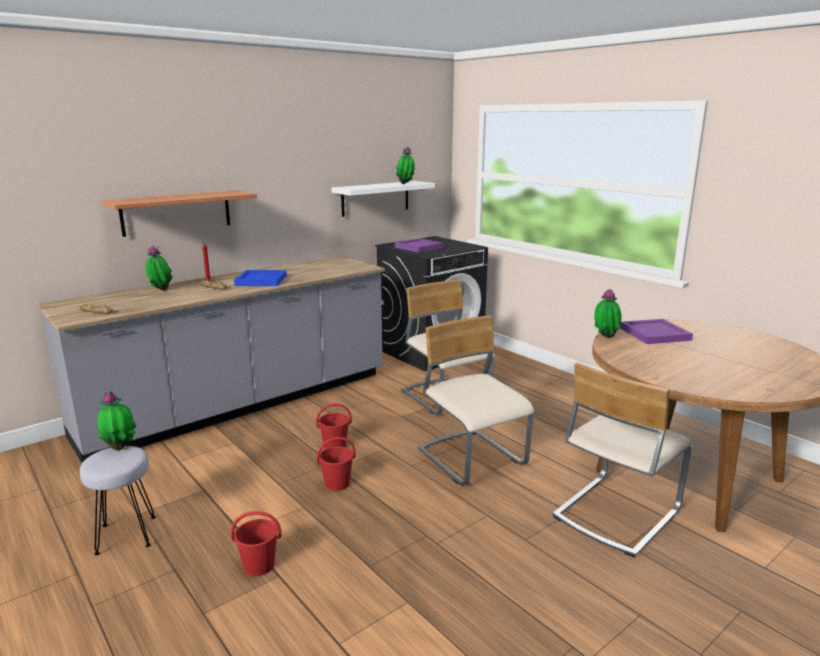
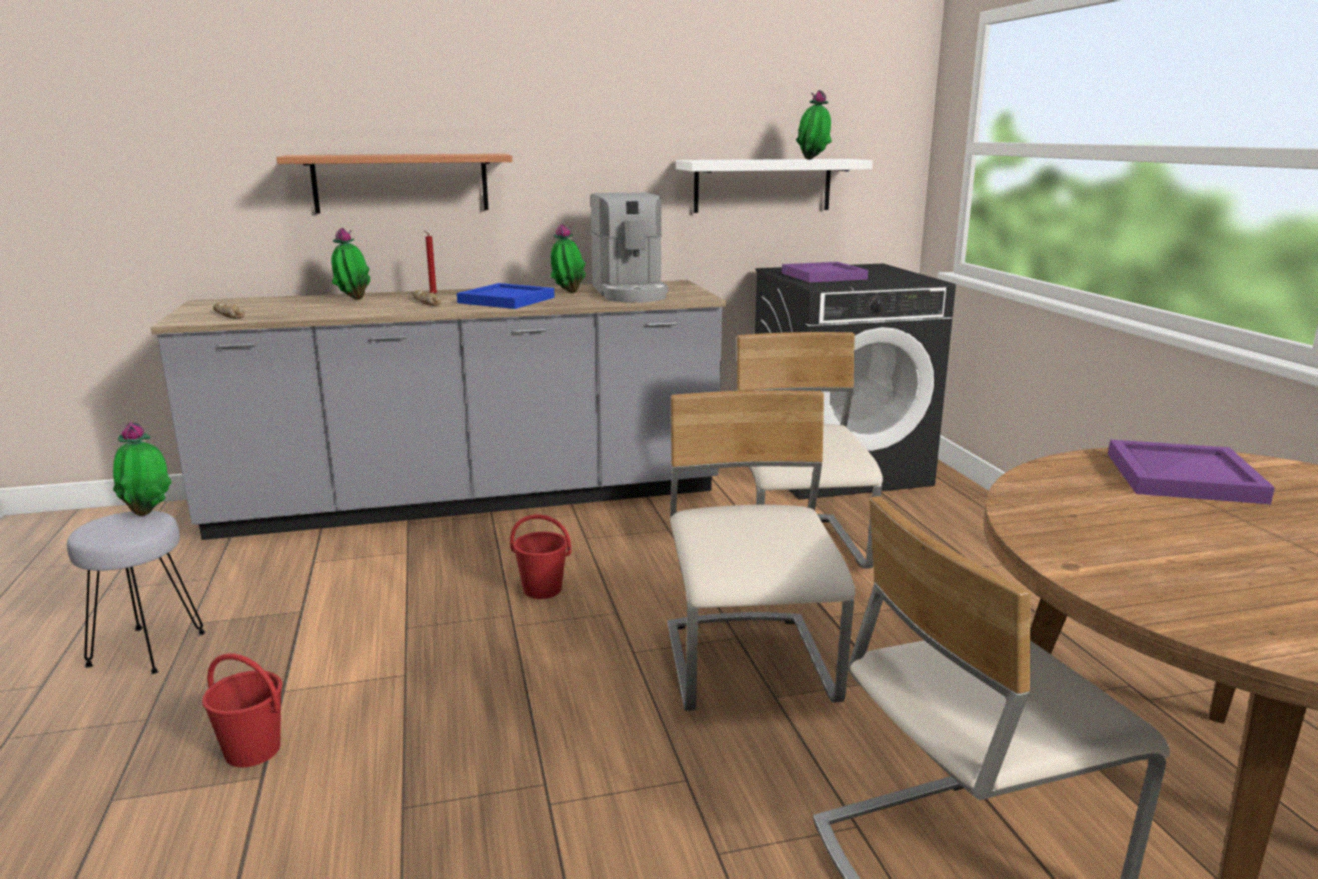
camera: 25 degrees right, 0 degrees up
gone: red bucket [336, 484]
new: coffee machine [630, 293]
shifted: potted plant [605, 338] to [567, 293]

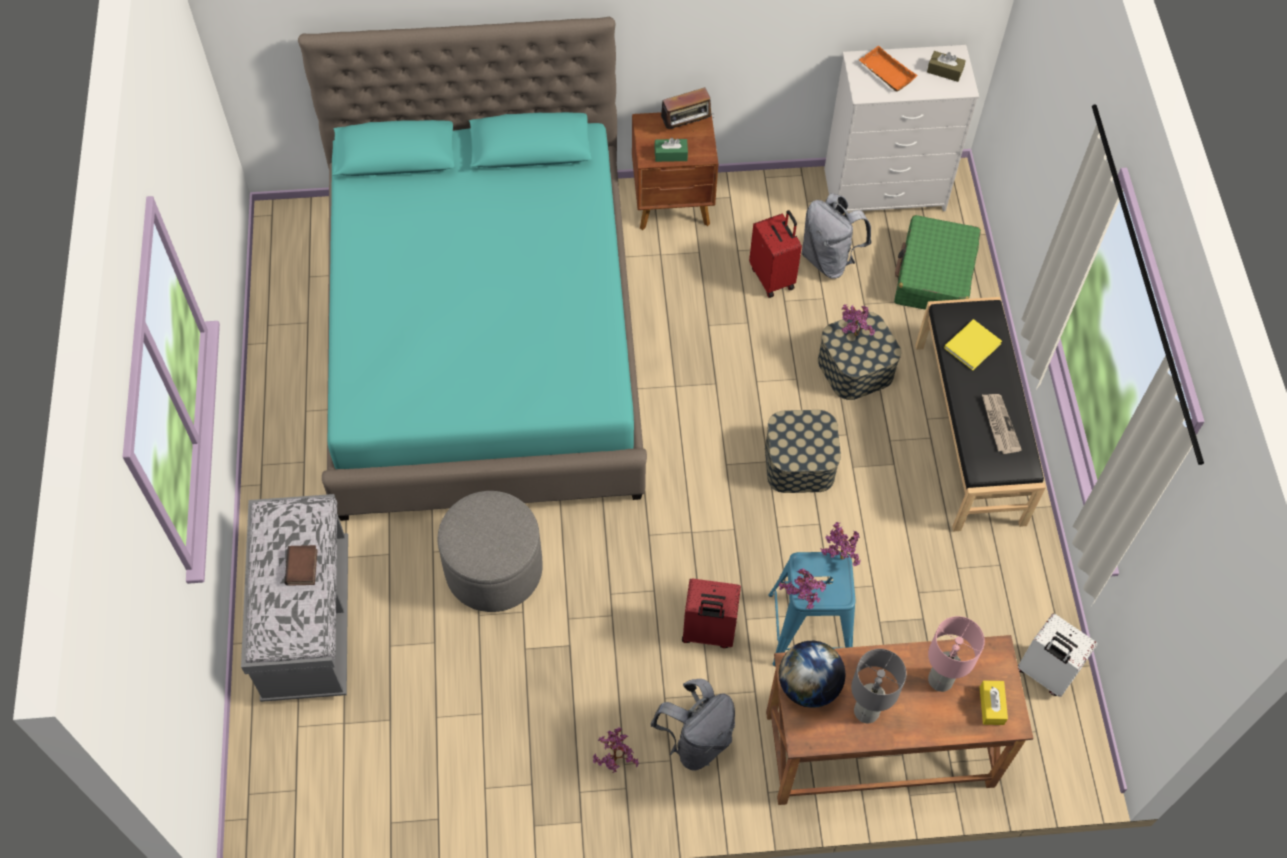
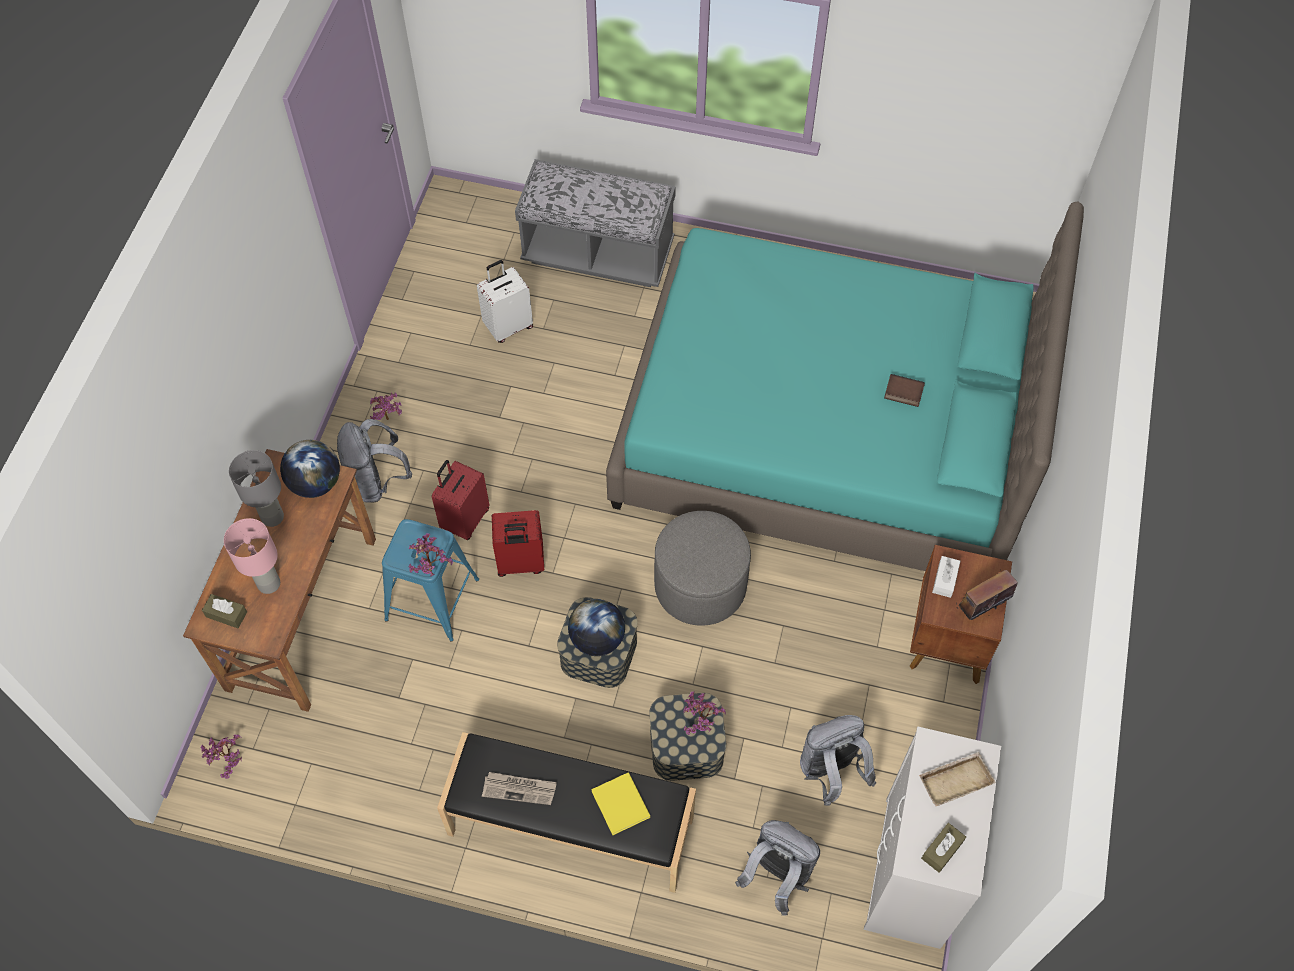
camera: 110 degrees right, 0 degrees up
new: globe [597, 639]
shifted: book [303, 568] to [903, 393]; grey ottoman [494, 569] to [700, 585]; red suitcase [773, 277] to [520, 563]; potted plant [802, 601] to [229, 764]; white suitcase [1044, 673] to [508, 326]
swapped: green suitcase [934, 275] to grey backpack [776, 876]
repainted: green tissue box [671, 154] to white tissue box [944, 580]; orange tray [885, 73] to beige tray [955, 779]; yellow tissue box [991, 705] to brown tissue box [226, 614]
rotated: radio [686, 126] = [981, 607] 60 degrees clockwise

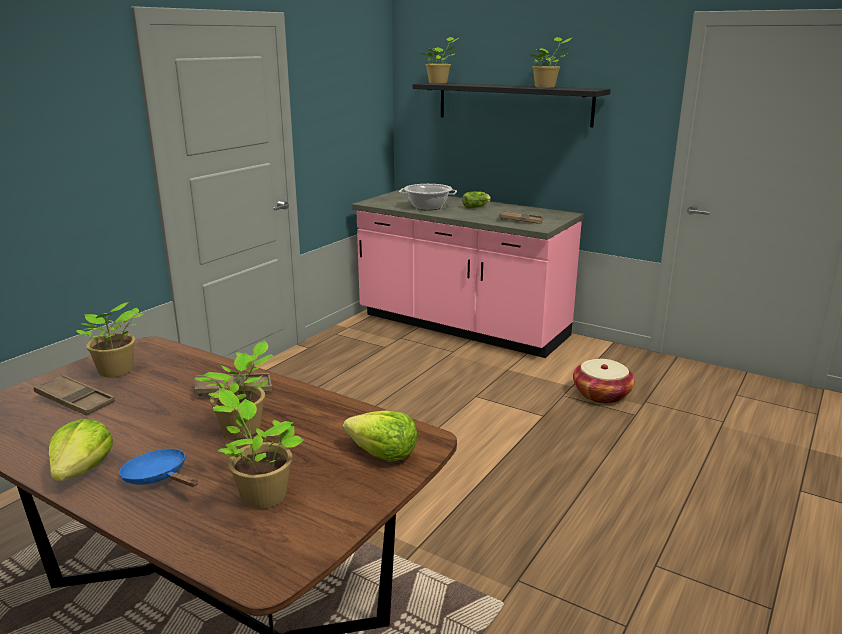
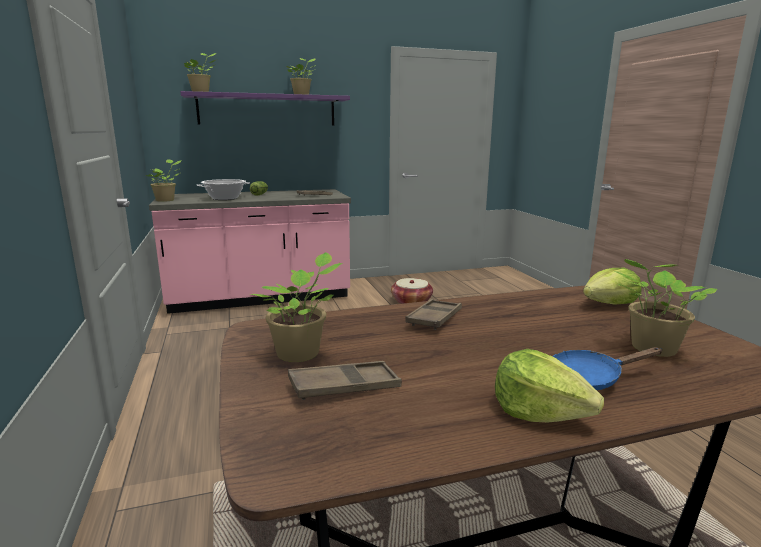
camera: 50 degrees left, 5 degrees down
shifted: potted plant [244, 430] to [166, 200]
repainted: black shelf [513, 103] to purple shelf [267, 110]

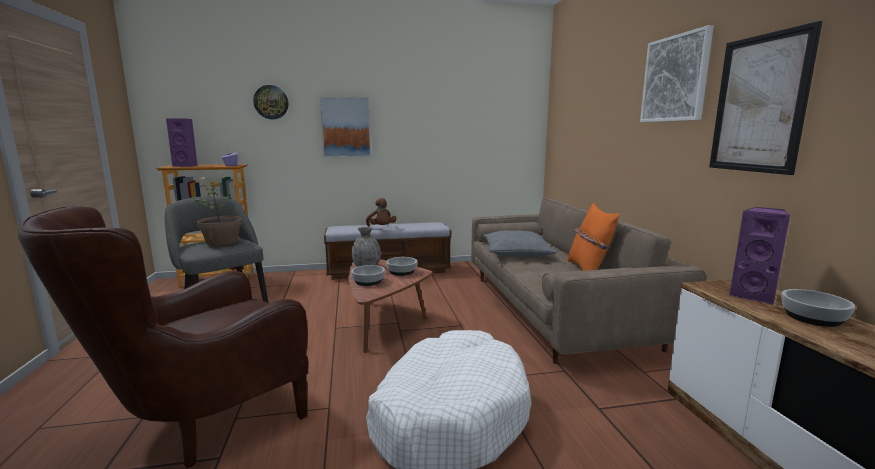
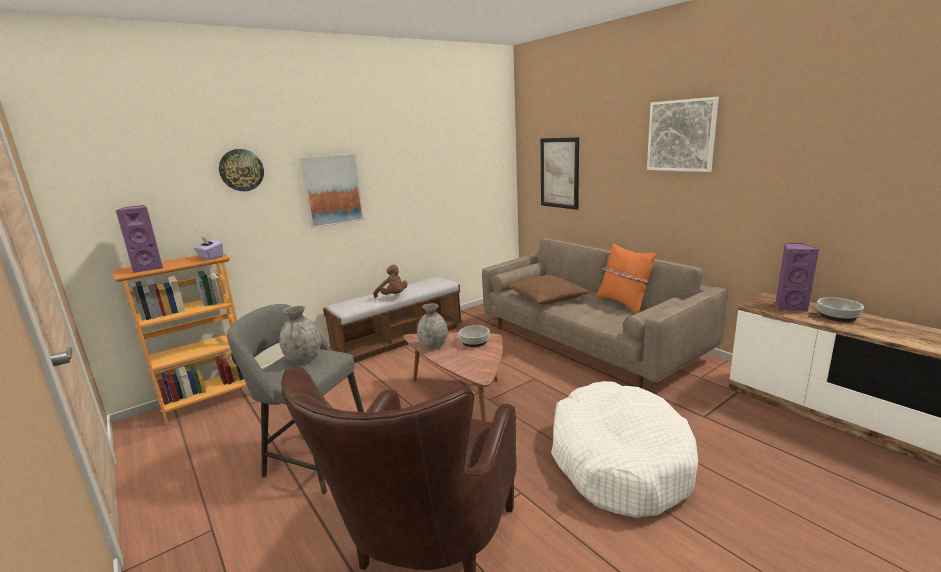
camera: 25 degrees left, 5 degrees up
gone: bowl [368, 281]
shifted: picture [759, 104] to [559, 173]
swapped: potted plant [222, 242] to grey vase [304, 359]
repainted: grey pillow [517, 253] to brown pillow [547, 297]

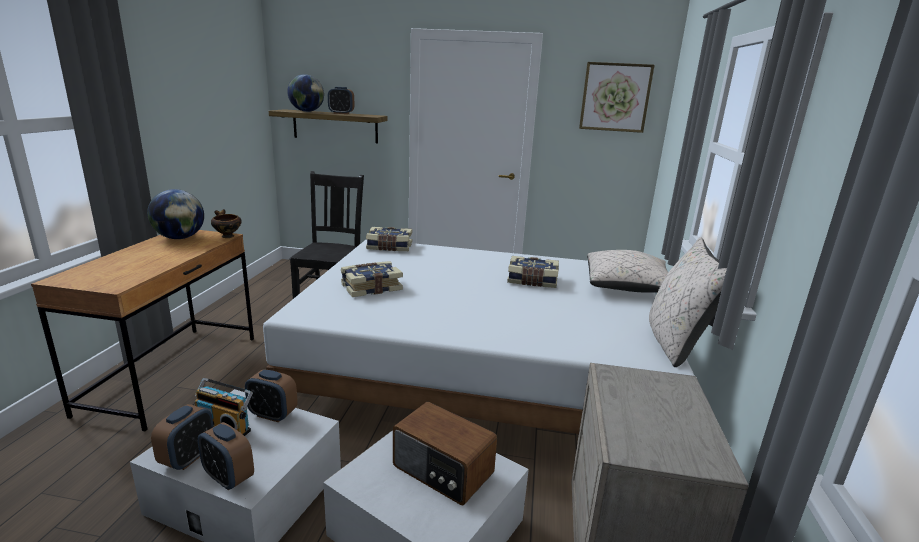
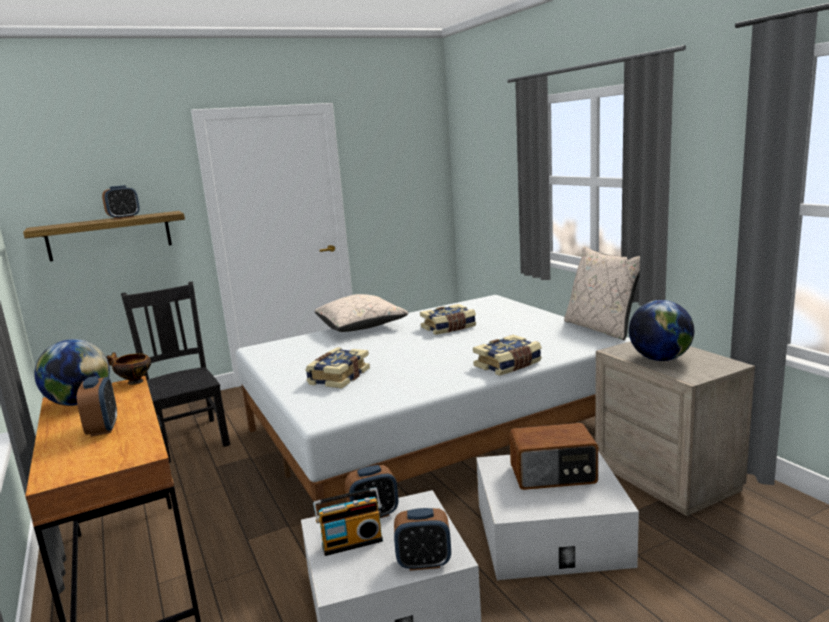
camera: 35 degrees left, 5 degrees down
gone: picture [615, 97]
shifted: alarm clock [188, 458] to [103, 428]; globe [307, 111] to [659, 359]; book [389, 247] to [508, 365]; beige pillow [627, 287] to [361, 327]

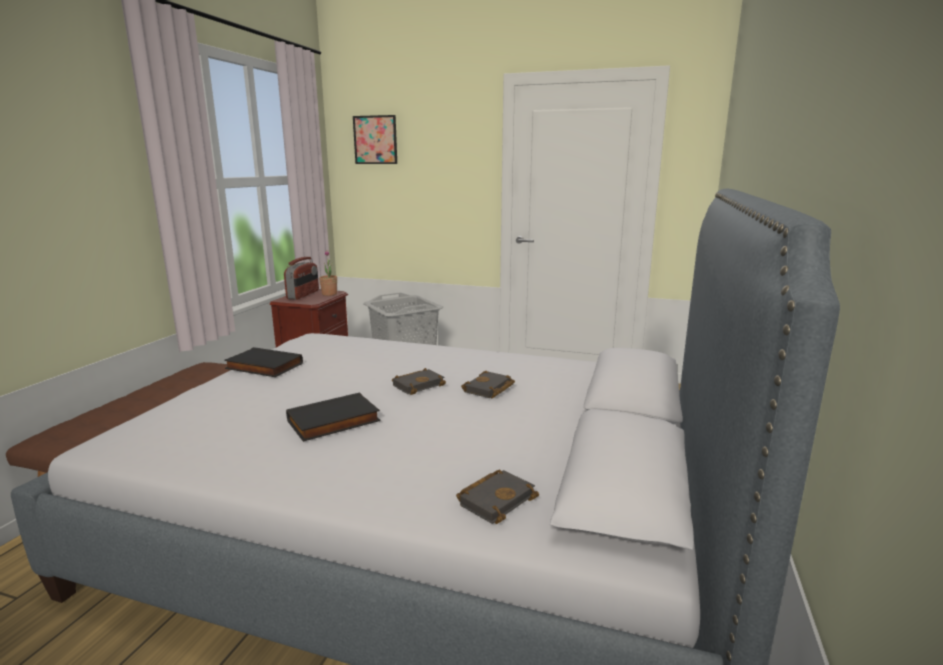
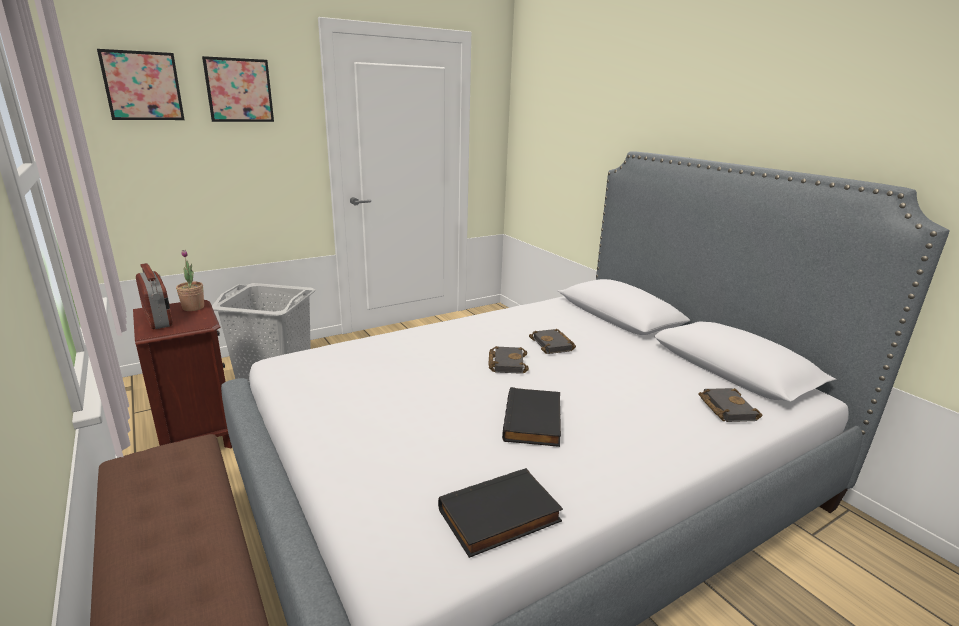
camera: 50 degrees left, 5 degrees up
new: picture [239, 90]
shifted: black book [263, 367] to [500, 517]

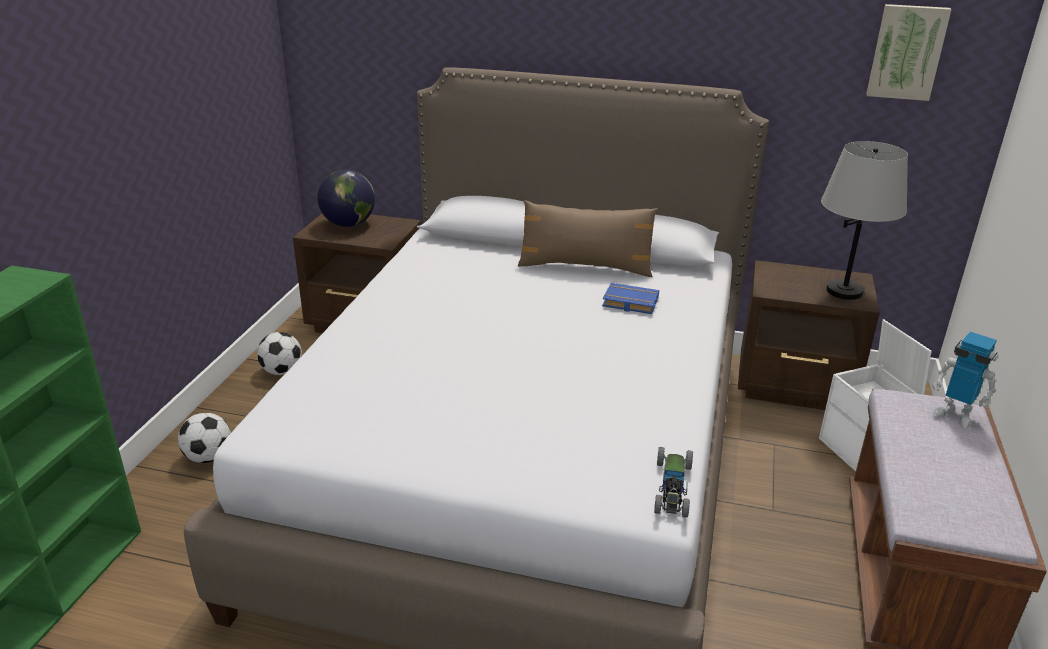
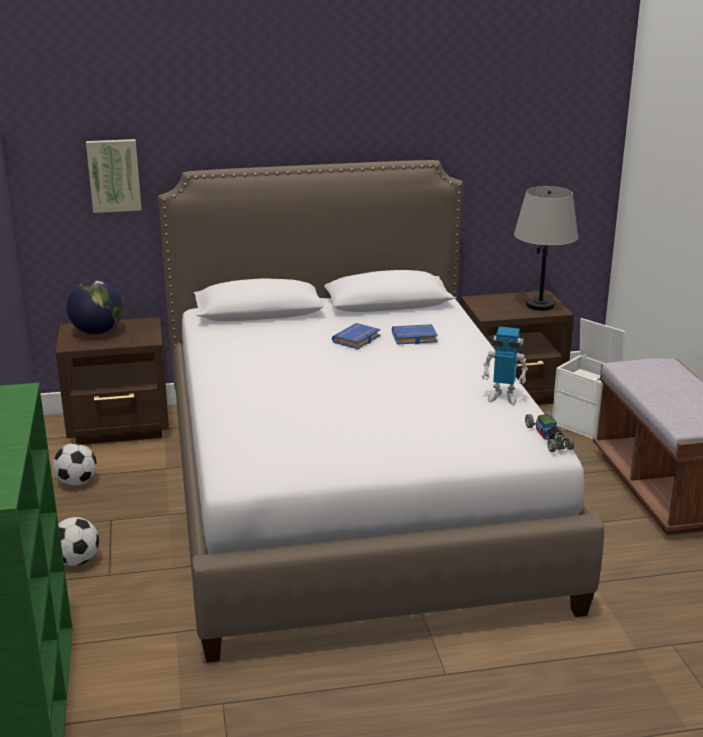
camera: 25 degrees left, 5 degrees down
gone: brown pillow [585, 266]
new: blue book [357, 340]
shifted: picture [906, 52] to [114, 175]; toy robot [954, 415] to [503, 397]

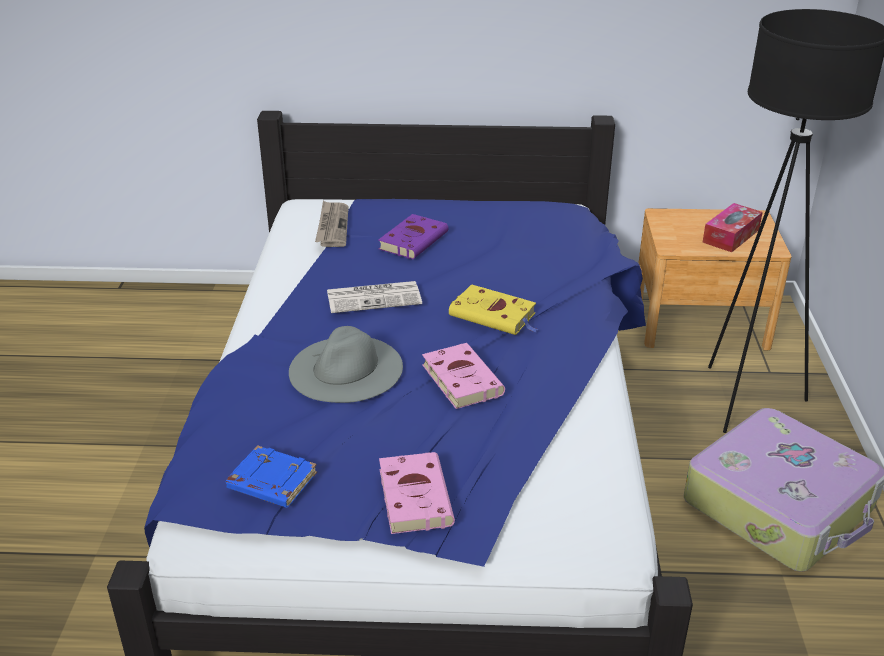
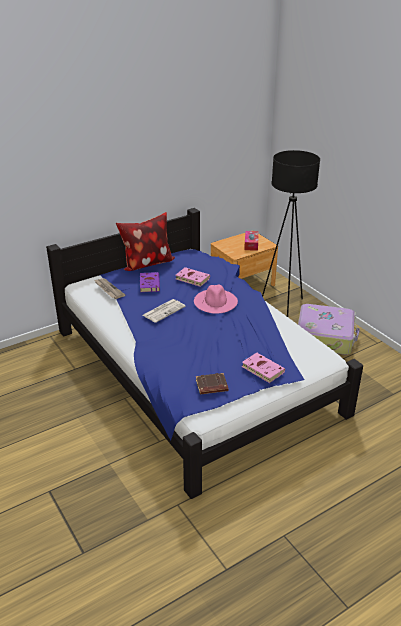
camera: 35 degrees left, 0 degrees up
gone: grey hat [346, 369]
new: pillow [146, 263]
shifted: pink book [460, 379] to [191, 278]
swapped: yellow book [495, 315] to pink hat [215, 301]
repainted: blue book [271, 482] to brown book [211, 386]

